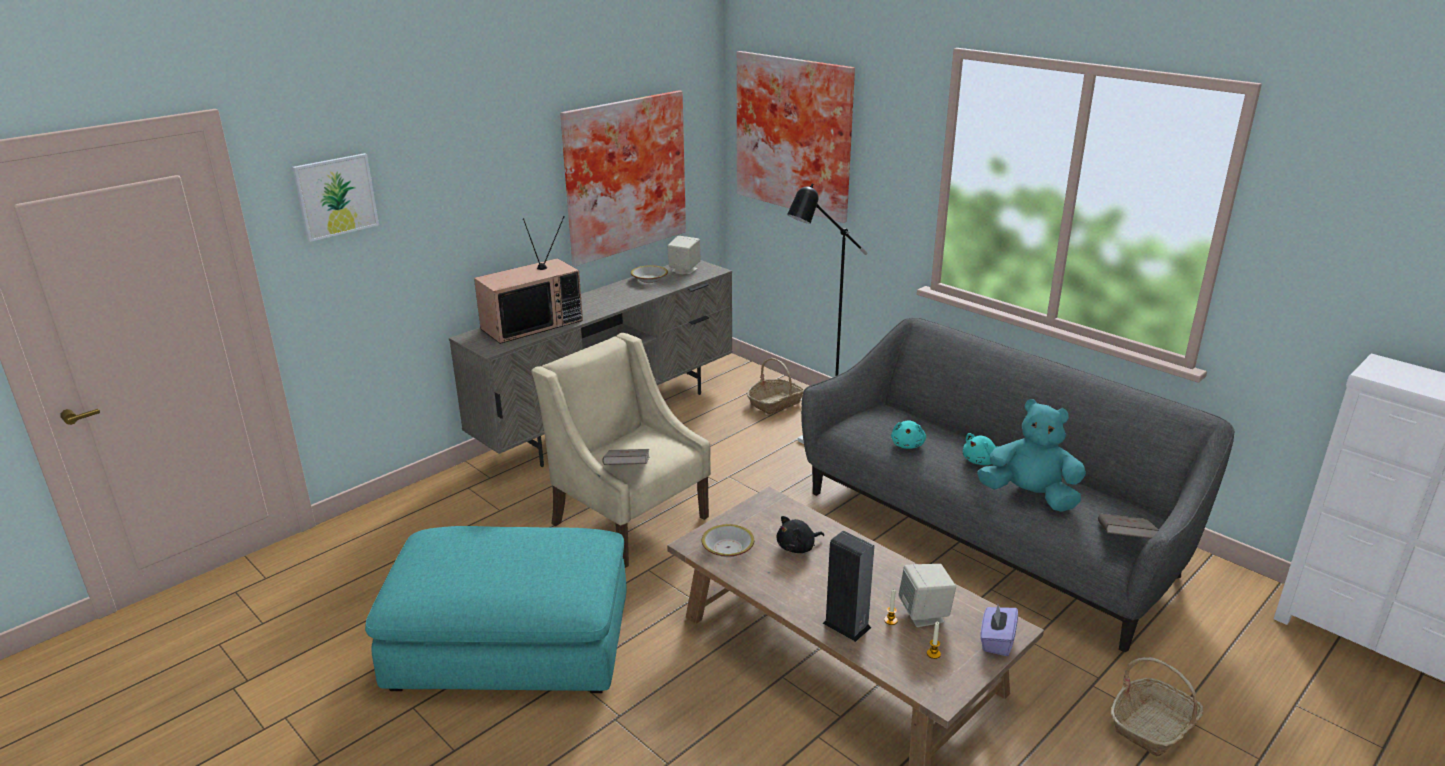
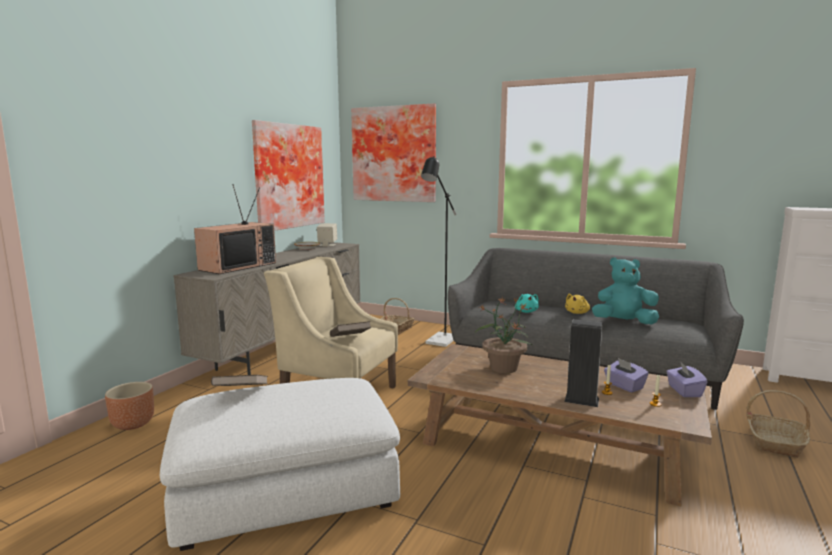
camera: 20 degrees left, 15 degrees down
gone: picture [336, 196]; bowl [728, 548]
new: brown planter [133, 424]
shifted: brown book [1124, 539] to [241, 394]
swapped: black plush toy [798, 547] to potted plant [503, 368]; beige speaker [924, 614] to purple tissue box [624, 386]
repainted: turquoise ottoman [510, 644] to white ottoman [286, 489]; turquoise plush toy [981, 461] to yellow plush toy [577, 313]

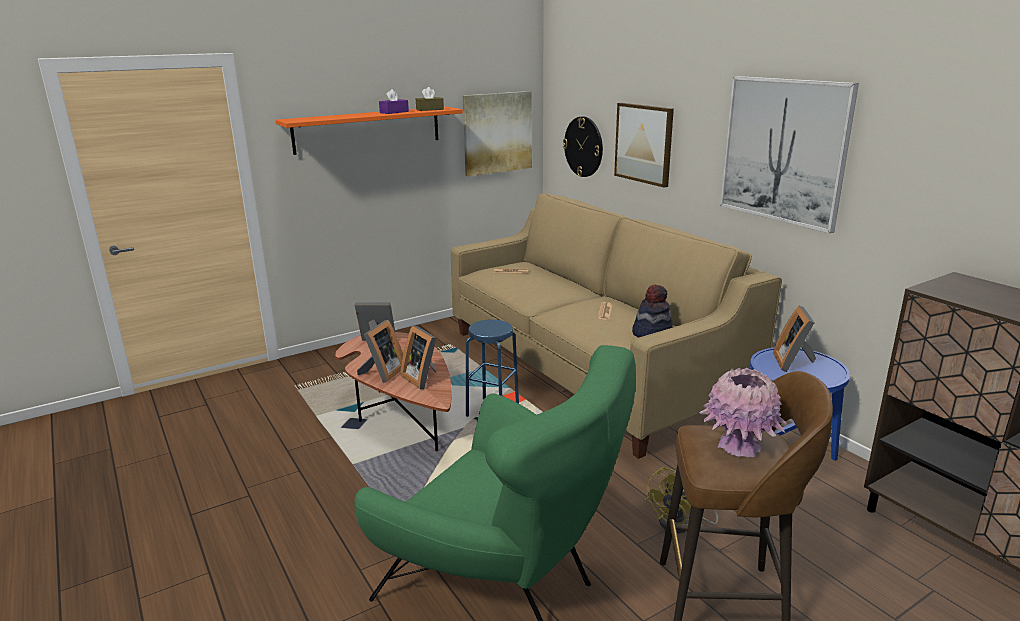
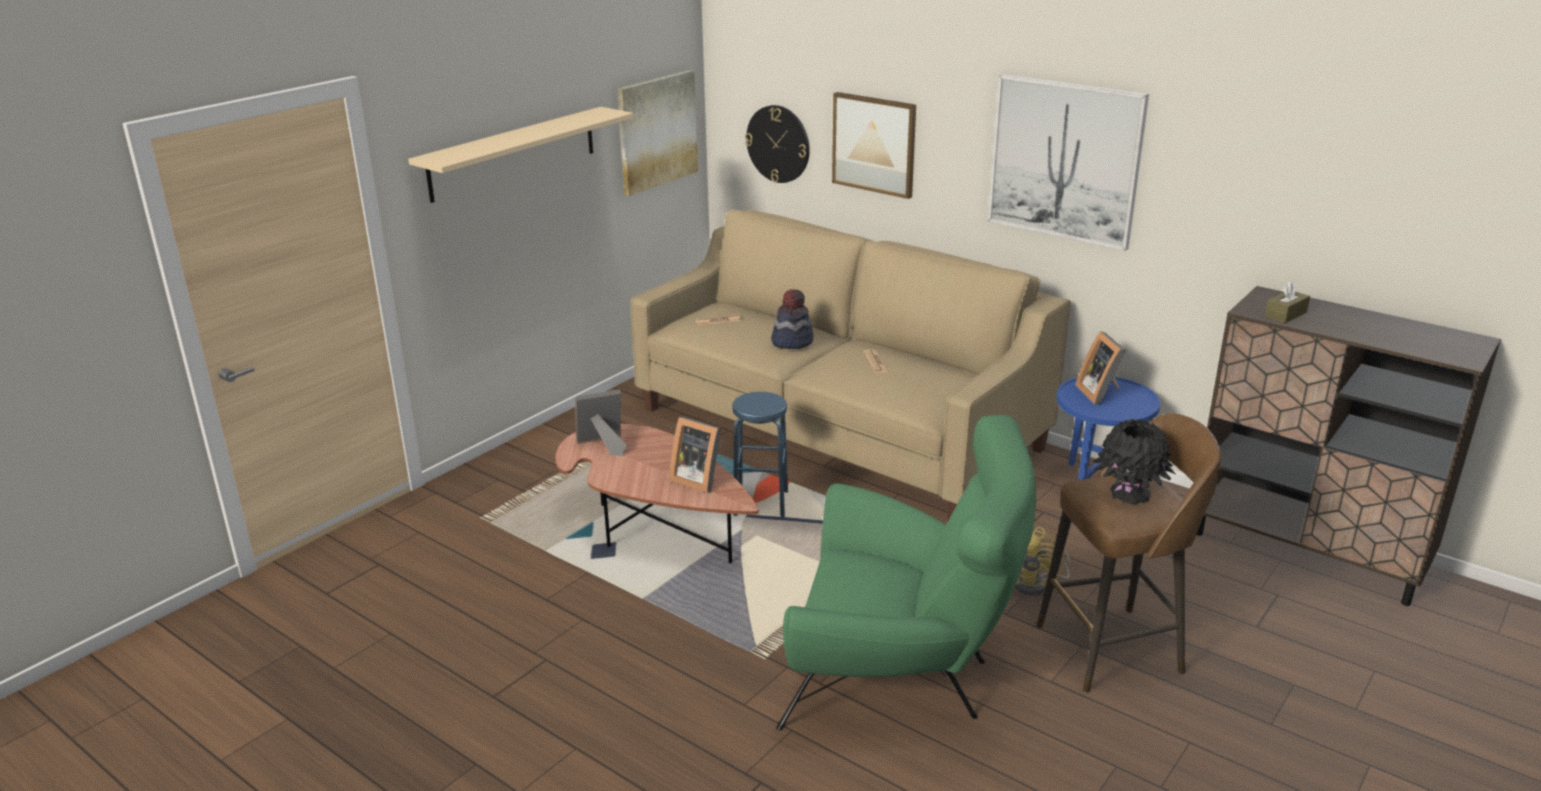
camera: 20 degrees left, 5 degrees up
gone: picture frame [382, 373]; purple tissue box [394, 112]
shifted: brown tissue box [430, 109] to [1285, 314]; hat [652, 333] to [792, 341]
repainted: orange shelf [368, 129] to beige shelf [513, 153]; pink vase [738, 446] to black vase [1129, 494]

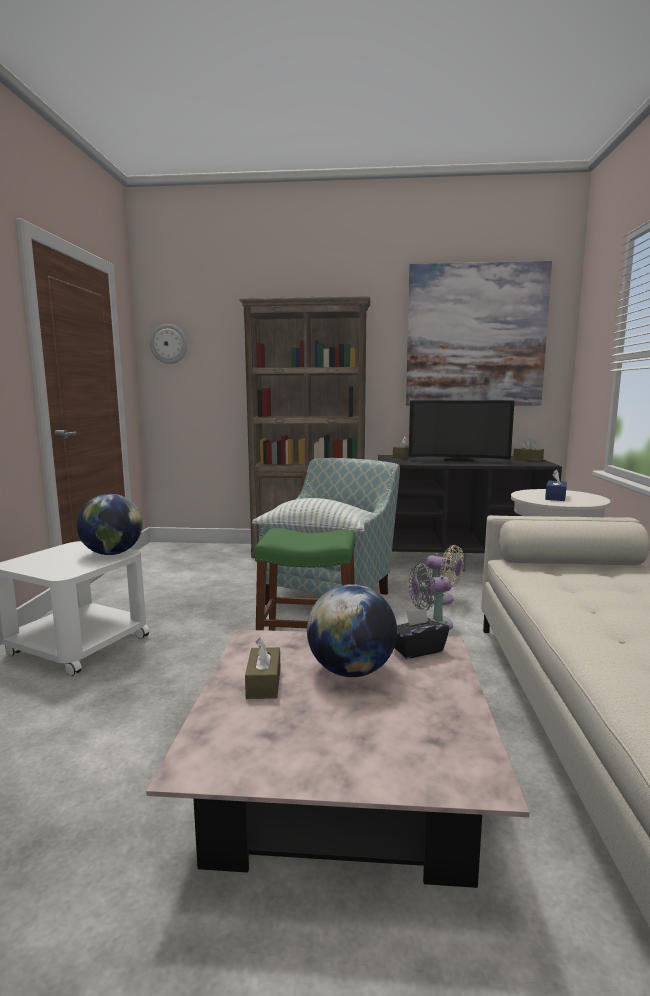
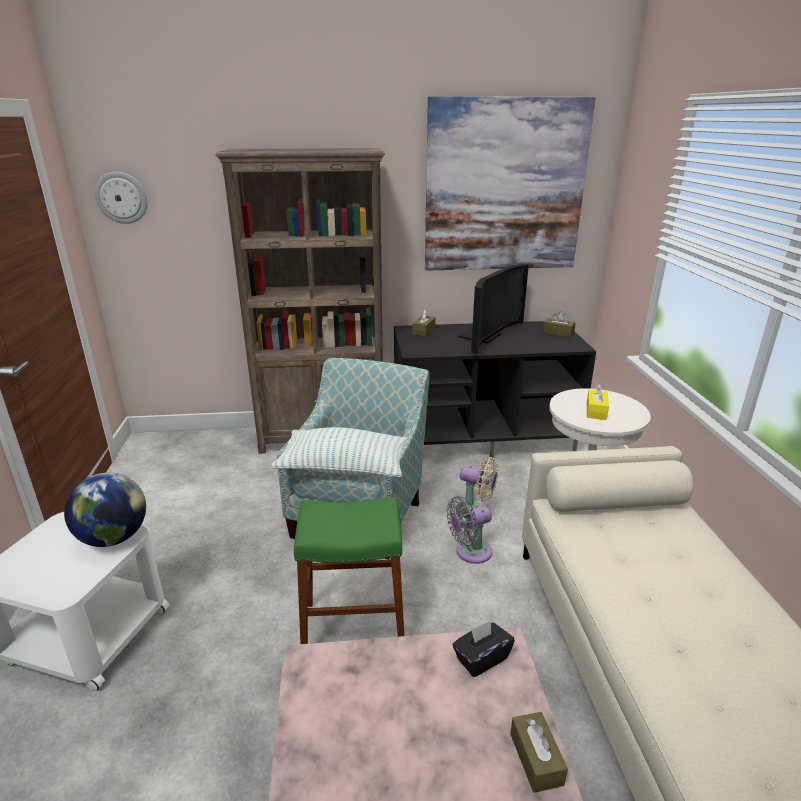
camera: 10 degrees left, 15 degrees up
gone: globe [351, 671]
shifted: brown tissue box [264, 683] to [536, 759]
repainted: blue tissue box [555, 497] to yellow tissue box [596, 411]
rotated: television [458, 459] = [485, 337] 60 degrees counterclockwise

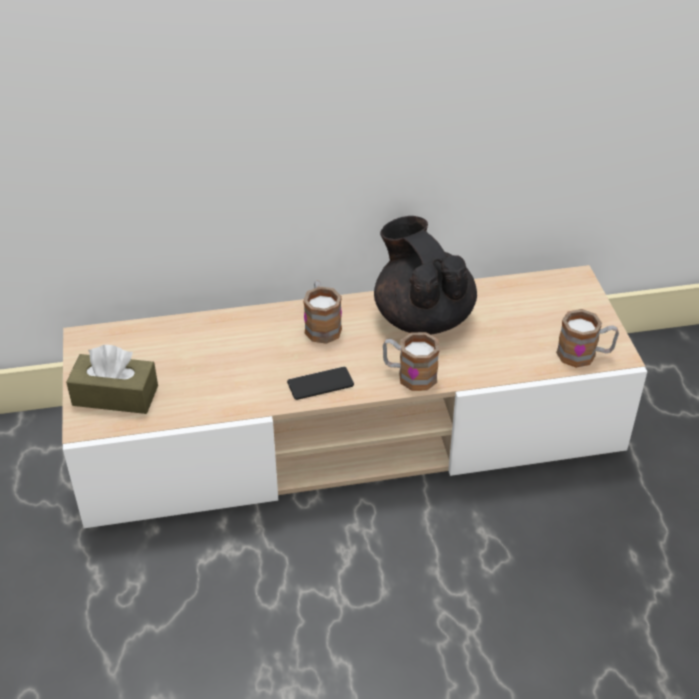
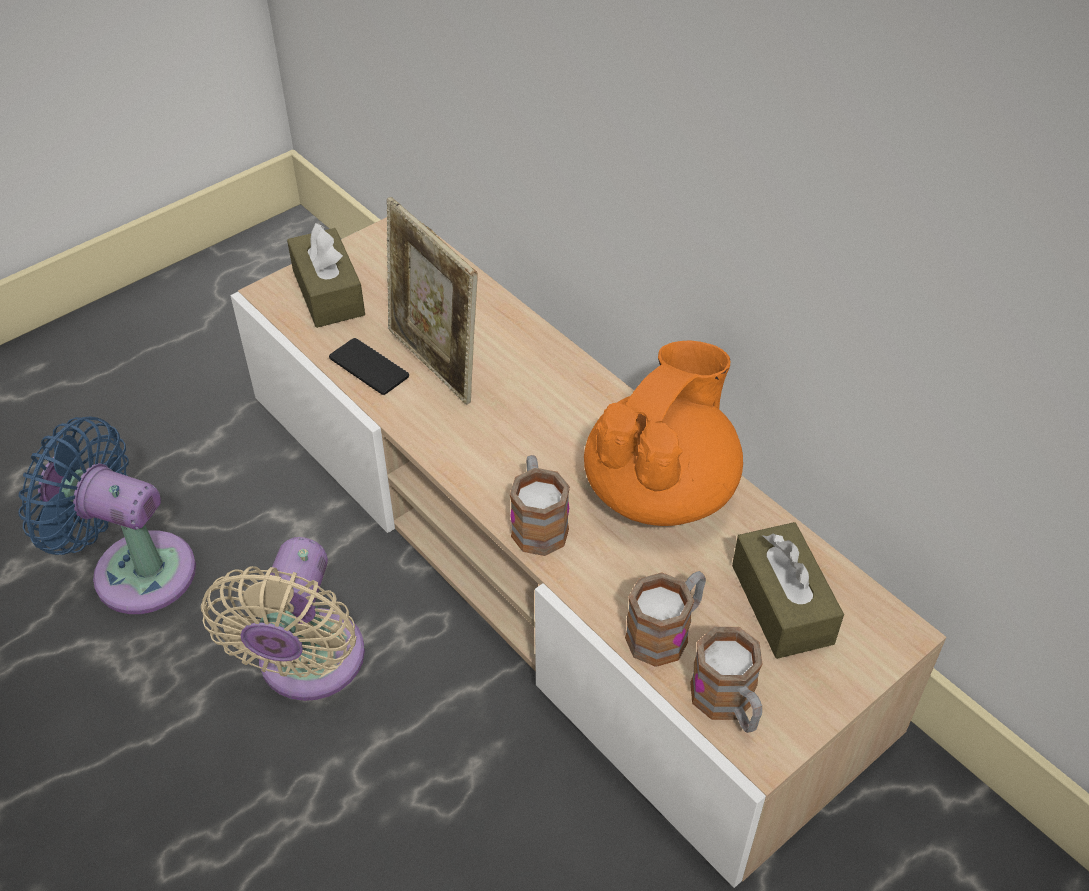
camera: 60 degrees right, 5 degrees up
new: blue fan [134, 569]; beige fan [308, 666]; picture frame [434, 364]; brown tissue box [782, 604]
shifted: phone [320, 384] to [369, 367]; mug [321, 325] to [666, 631]
repainted: black teapot [422, 316] to orange teapot [661, 489]

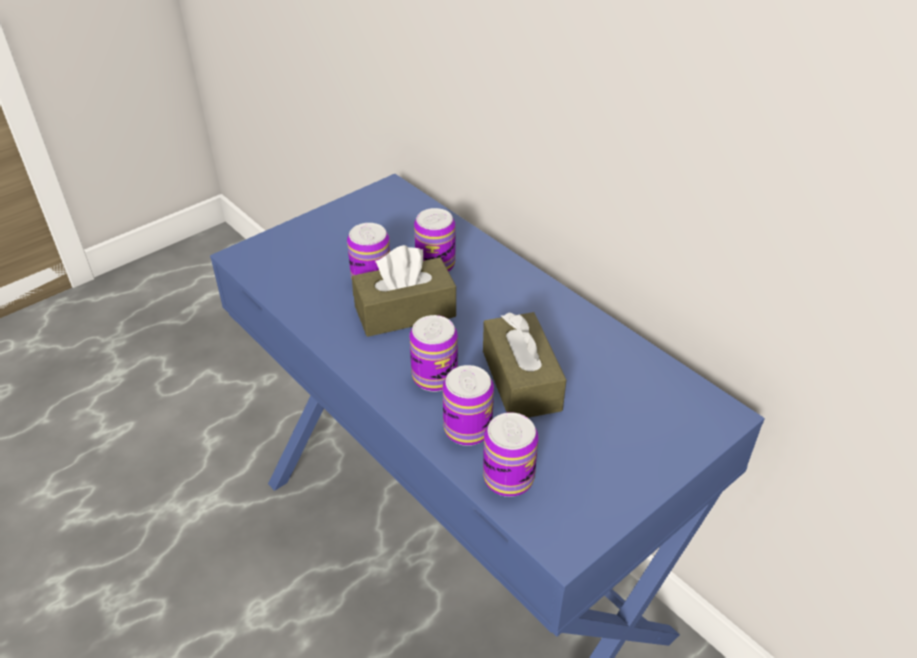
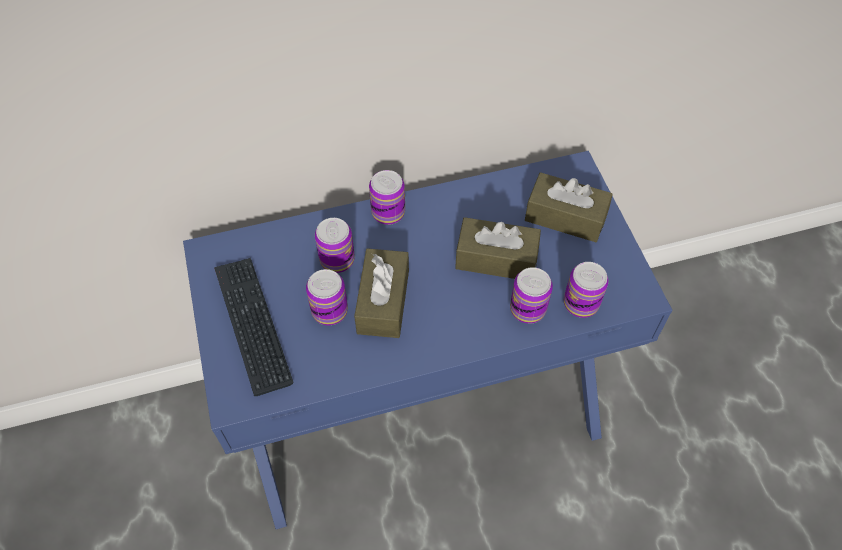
camera: 65 degrees left, 15 degrees up
new: keyboard [252, 325]; brown tissue box [565, 217]
shifted: can [434, 377] to [388, 212]

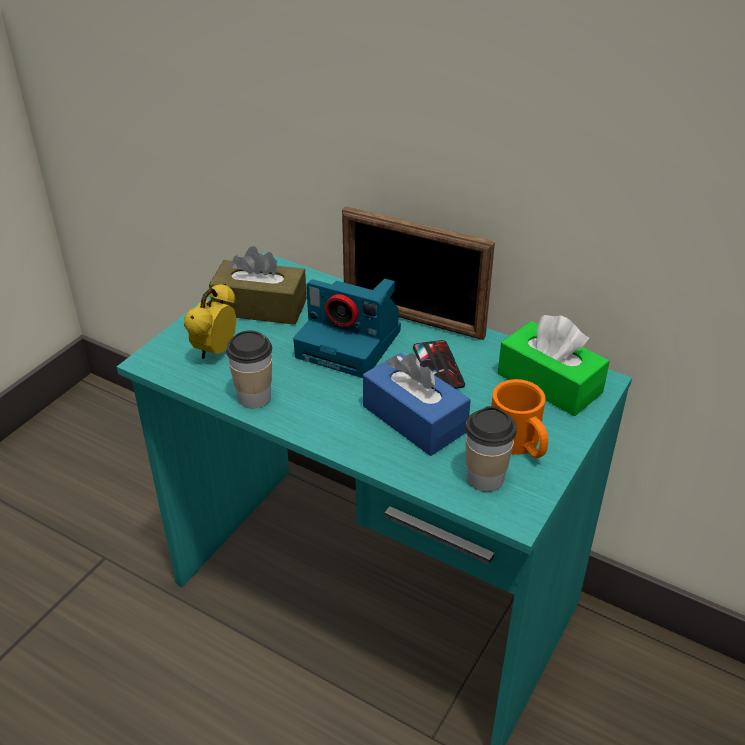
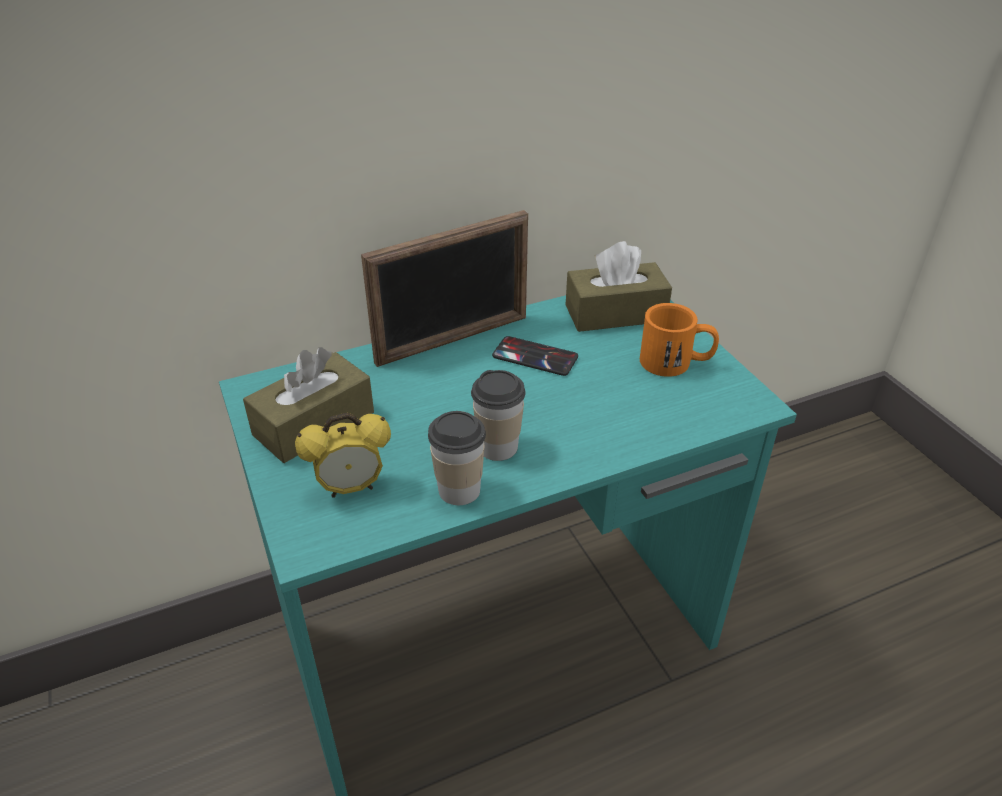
camera: 55 degrees left, 0 degrees up
gone: photo camera [351, 344]; blue tissue box [414, 419]
shifted: cup [485, 478] to [498, 447]
repainted: green tissue box [549, 383] to brown tissue box [615, 313]
rotated: alarm clock [215, 351] = [351, 488] 75 degrees counterclockwise

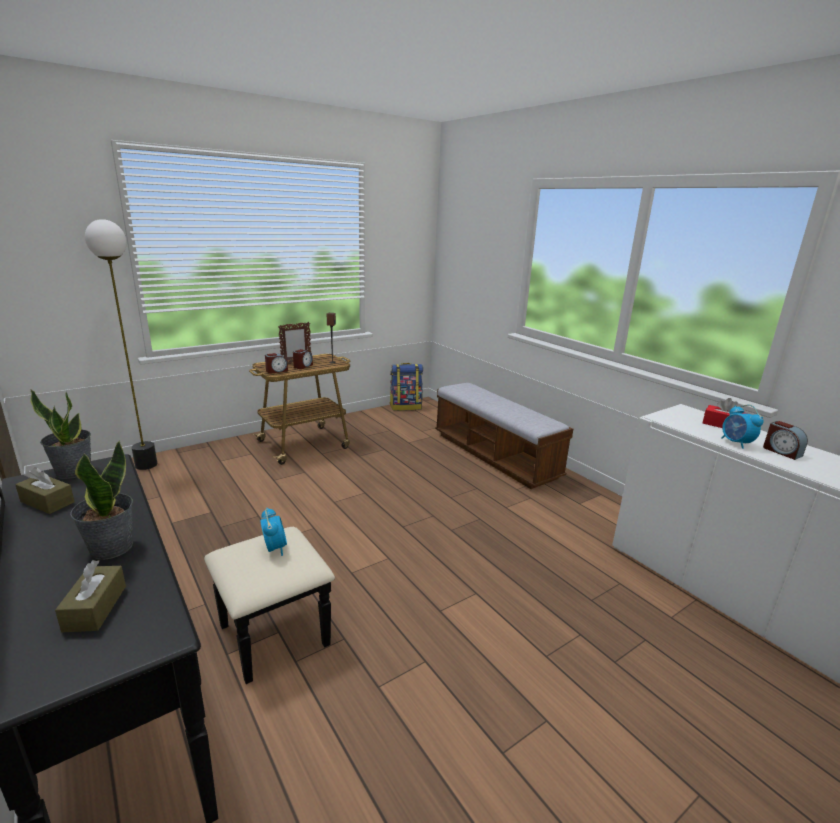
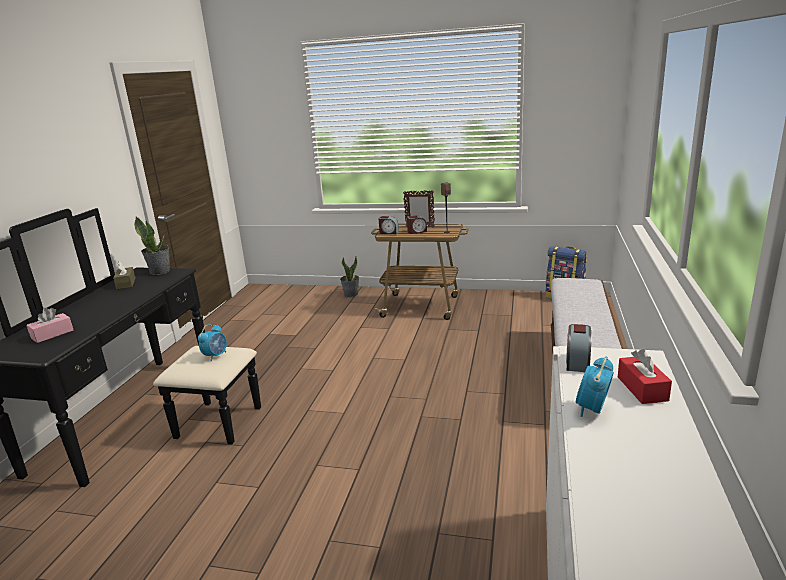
camera: 50 degrees right, 0 degrees up
gone: floor lamp [146, 465]
shifted: potted plant [111, 547] to [351, 294]; alarm clock [781, 451] to [577, 362]
repainted: brown tissue box [95, 608] to pink tissue box [52, 334]

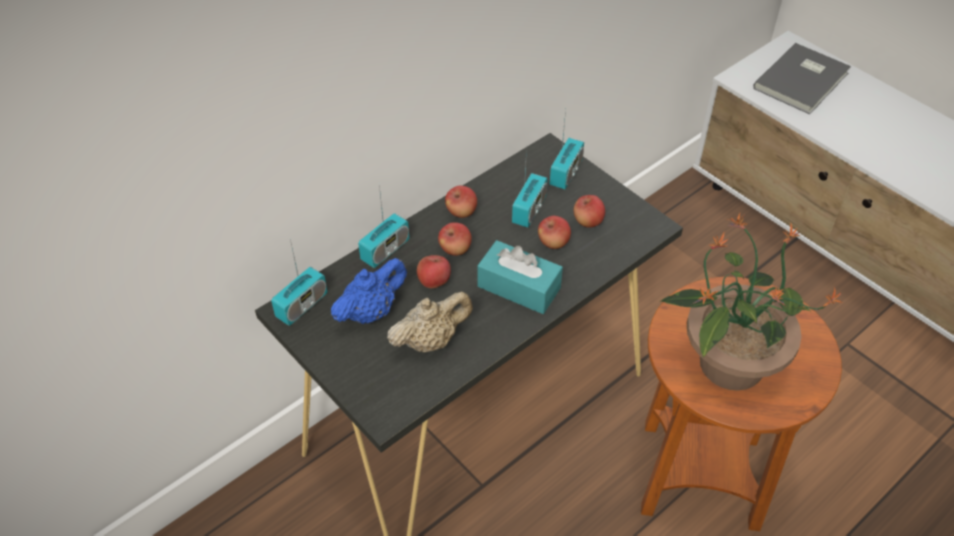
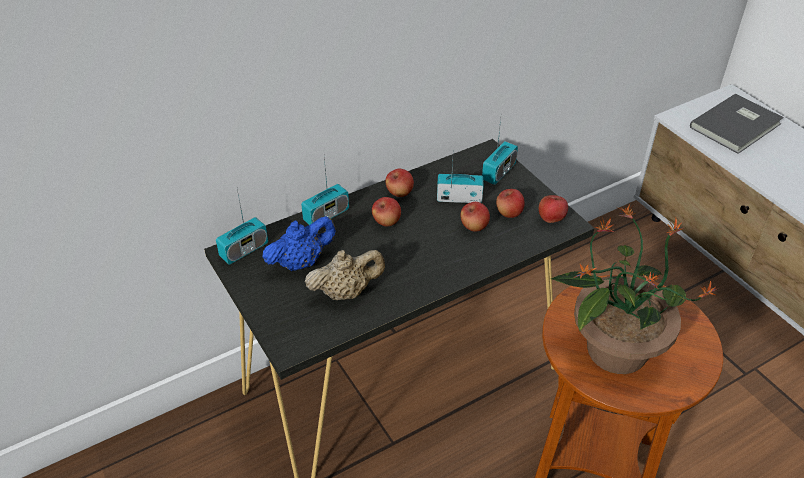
camera: 10 degrees right, 5 degrees down
gone: turquoise tissue box [519, 287]
shifted: apple [434, 282] to [551, 218]
rotated: radio [529, 210] = [459, 198] 120 degrees counterclockwise

